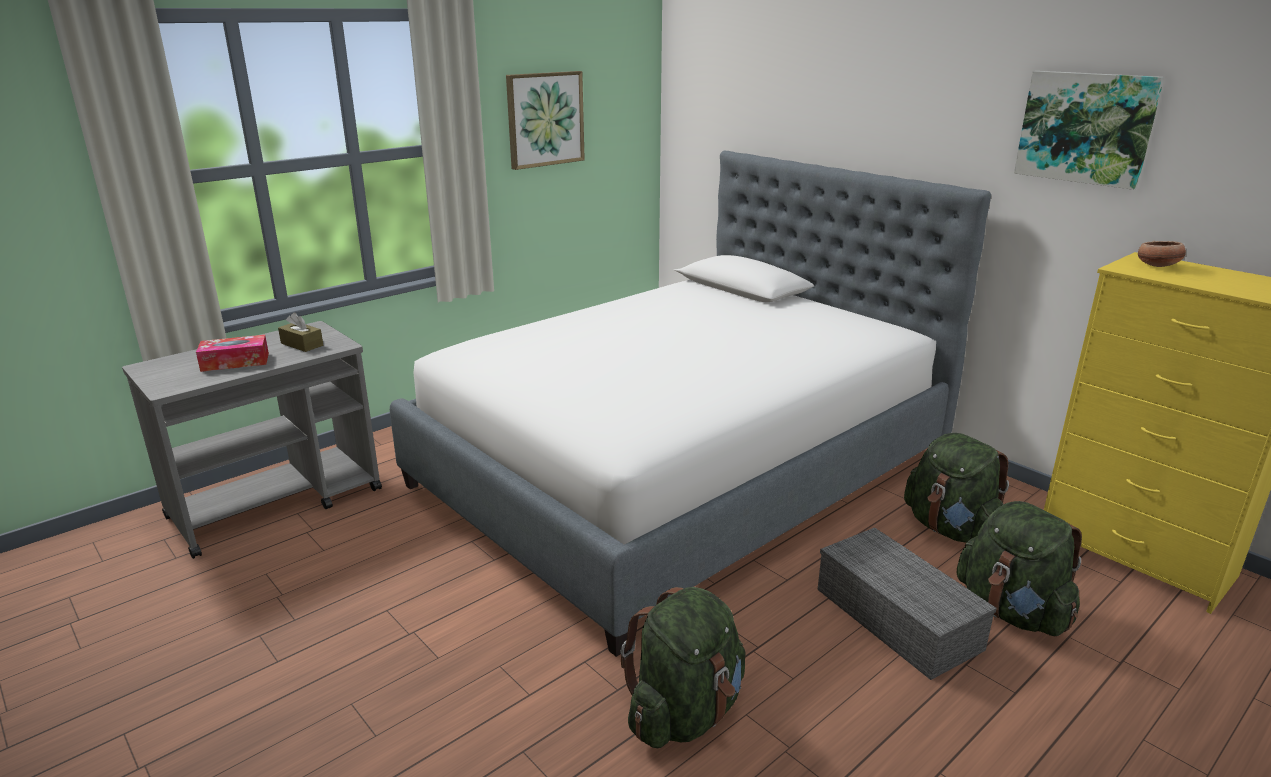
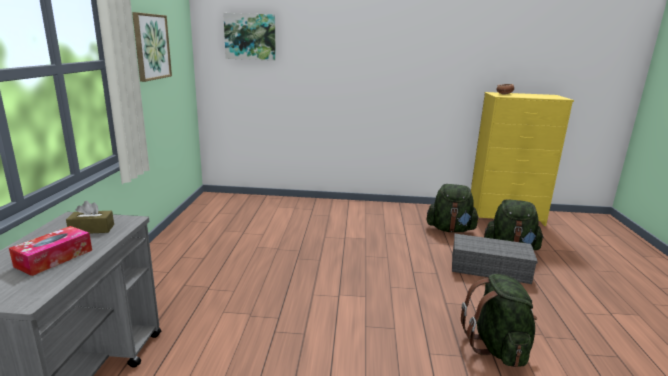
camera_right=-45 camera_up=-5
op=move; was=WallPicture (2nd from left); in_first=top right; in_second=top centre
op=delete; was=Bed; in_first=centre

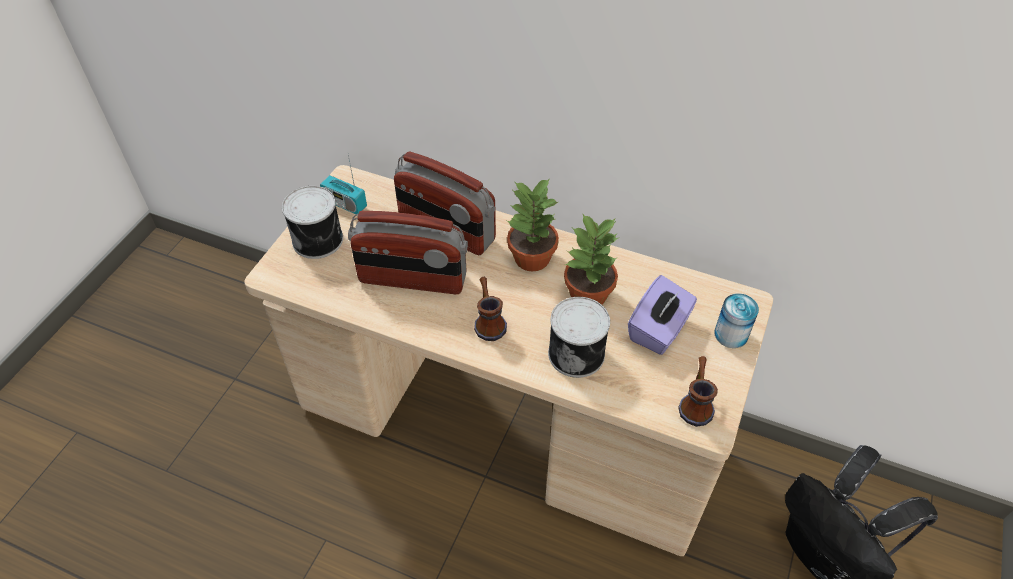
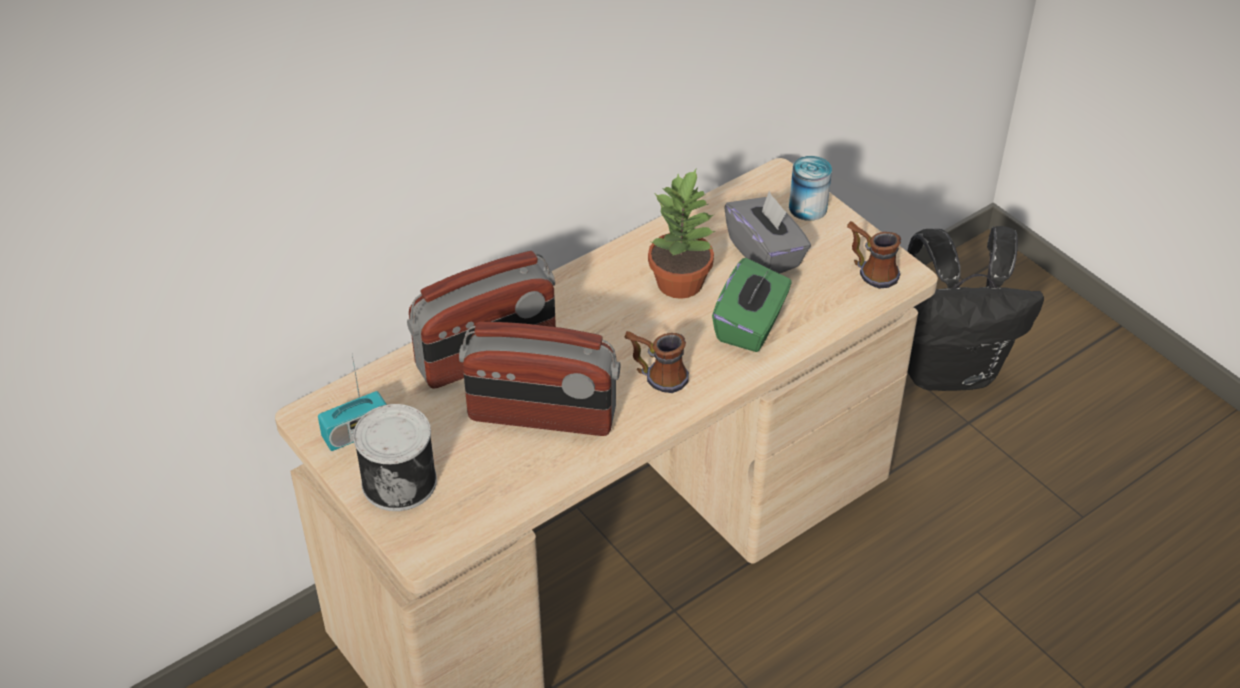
camera_right=-60 camera_up=-5
op=rotate; was=RadioSet (2nd from left in the first image); in_first=centre; in_second=centre; clockwise=60
op=replace; was=SealedCan (2nd from left); now=GreenishTissueHolder; in_first=centre; in_second=centre
op=recolor; was=PurpleColouredTissueHolder; now=GreyTissueHolder; in_first=centre; in_second=centre
op=delete; was=PlantInAPot (1st from left); in_first=centre

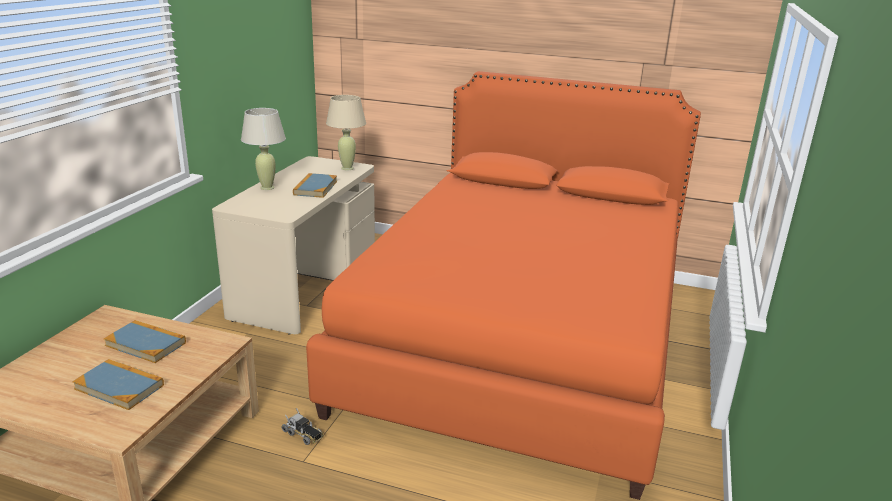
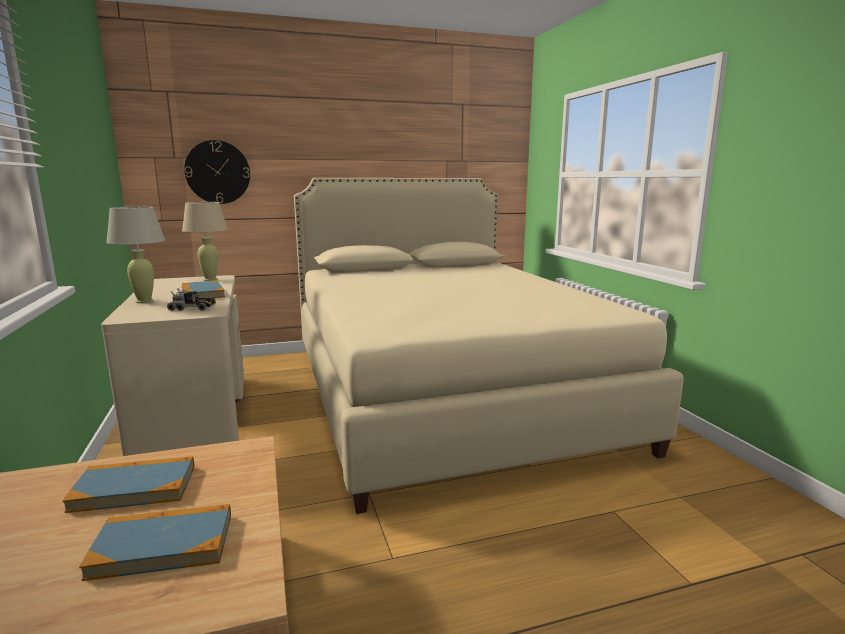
camera_right=-35 camera_up=-10
op=move; was=ToyTruck; in_first=bottom centre; in_second=middle left
op=insert; now=HangingClock; in_second=top left
op=recolor; was=OrangeColouredBed; now=SandColouredBed; in_first=centre; in_second=centre

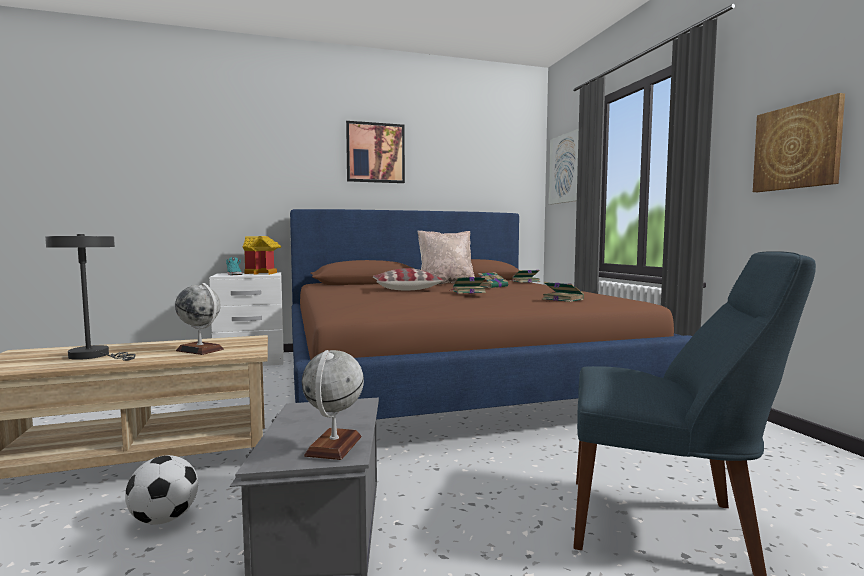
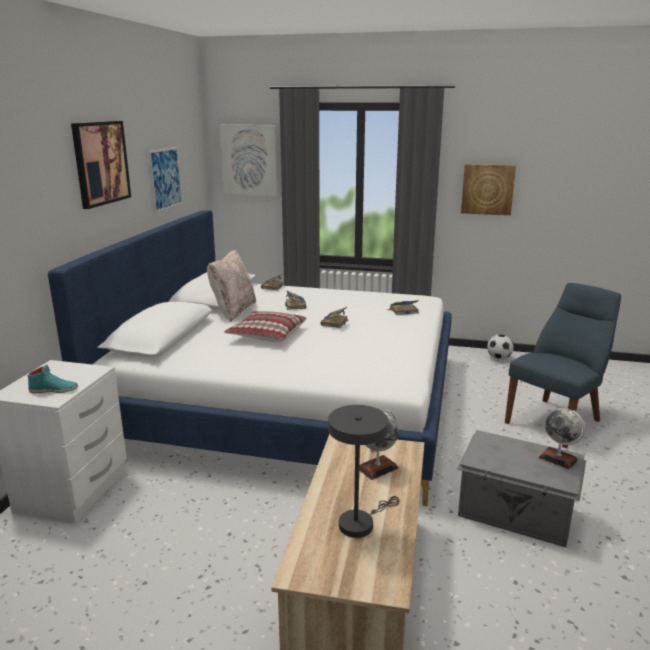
camera_right=-60 camera_up=15
op=recolor; was=BrownColouredBed; now=WhiteColouredBed; in_first=centre; in_second=centre
op=insert; now=WallPicture (2nd from left); in_second=top left
op=move; was=FootballBall; in_first=bottom left; in_second=middle right
op=delete; was=ToyHouse; in_first=middle left

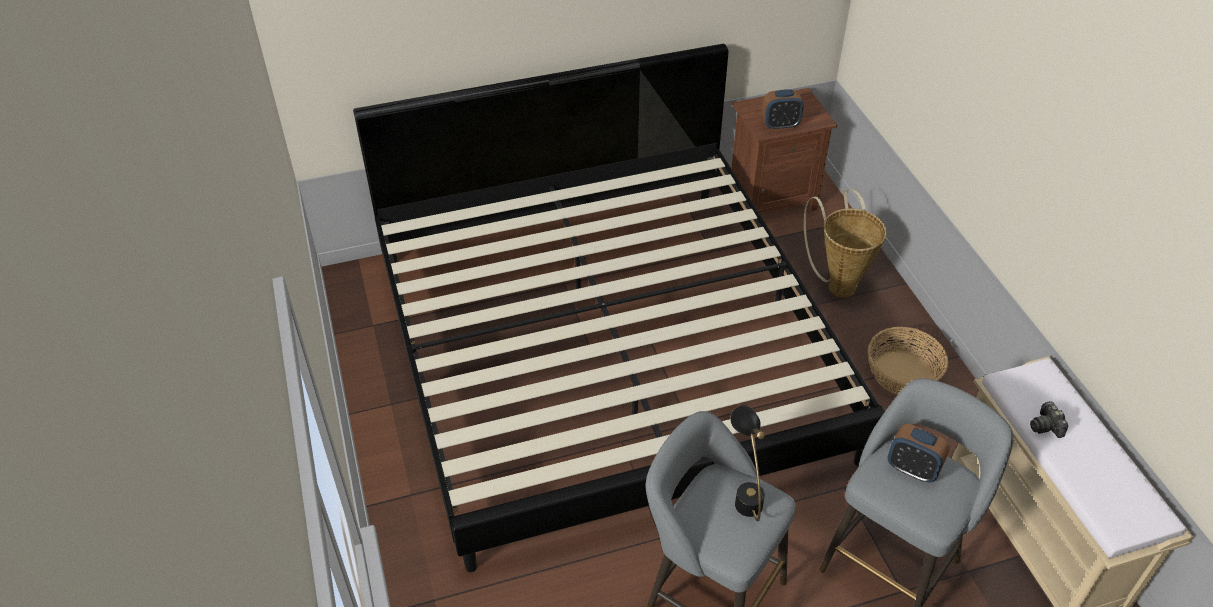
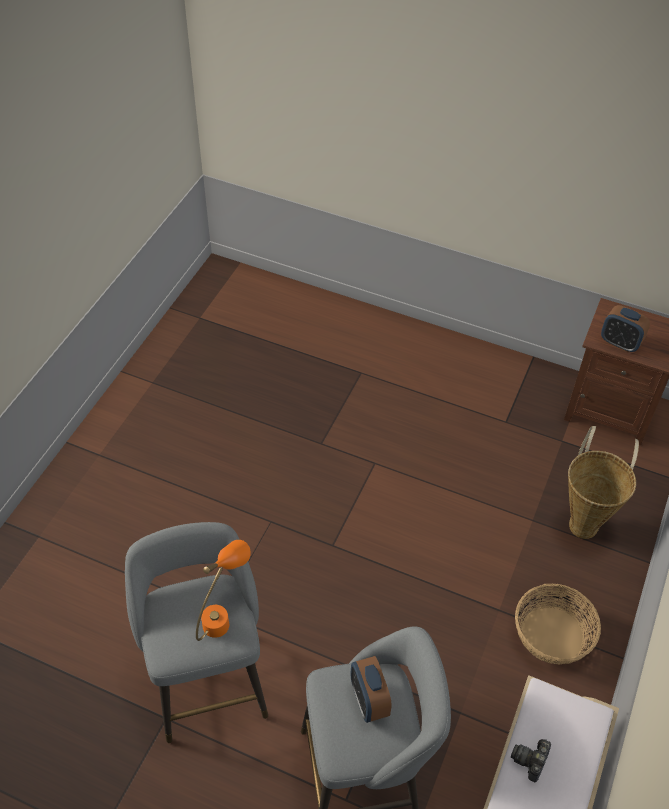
camera_right=40 camera_up=5
op=recolor; was=BlackTableLamp; now=OrangeColouredTableLamp; in_first=bottom centre; in_second=bottom centre
op=delete; was=Bed; in_first=centre

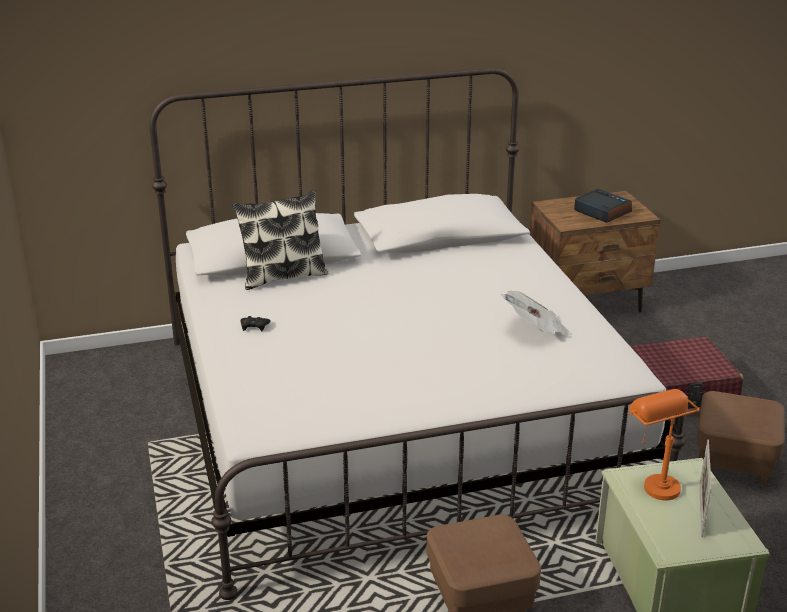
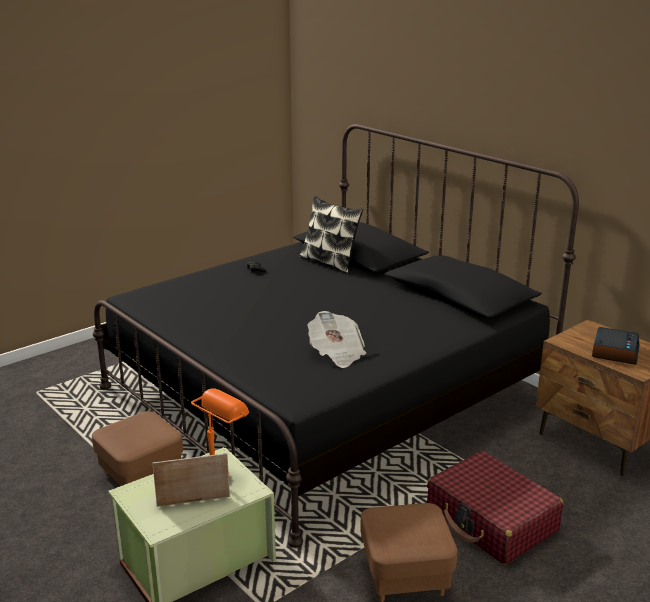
camera_right=65 camera_up=-5
op=recolor; was=WhiteColouredBed; now=BlackBed; in_first=centre; in_second=centre

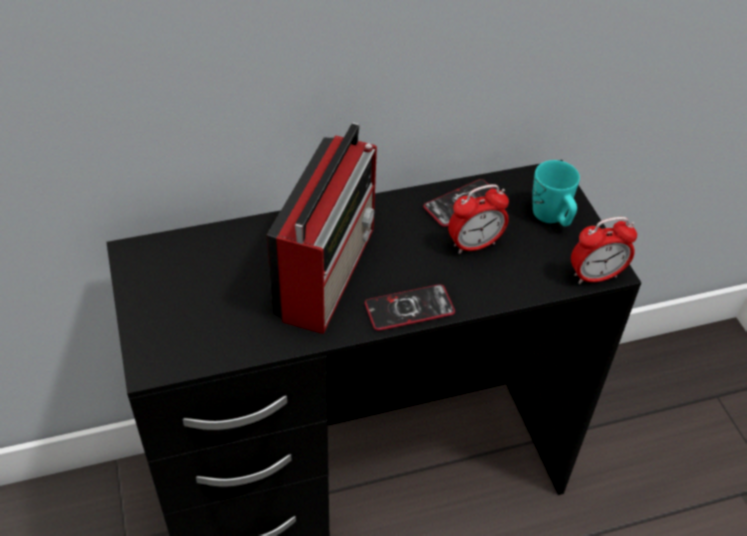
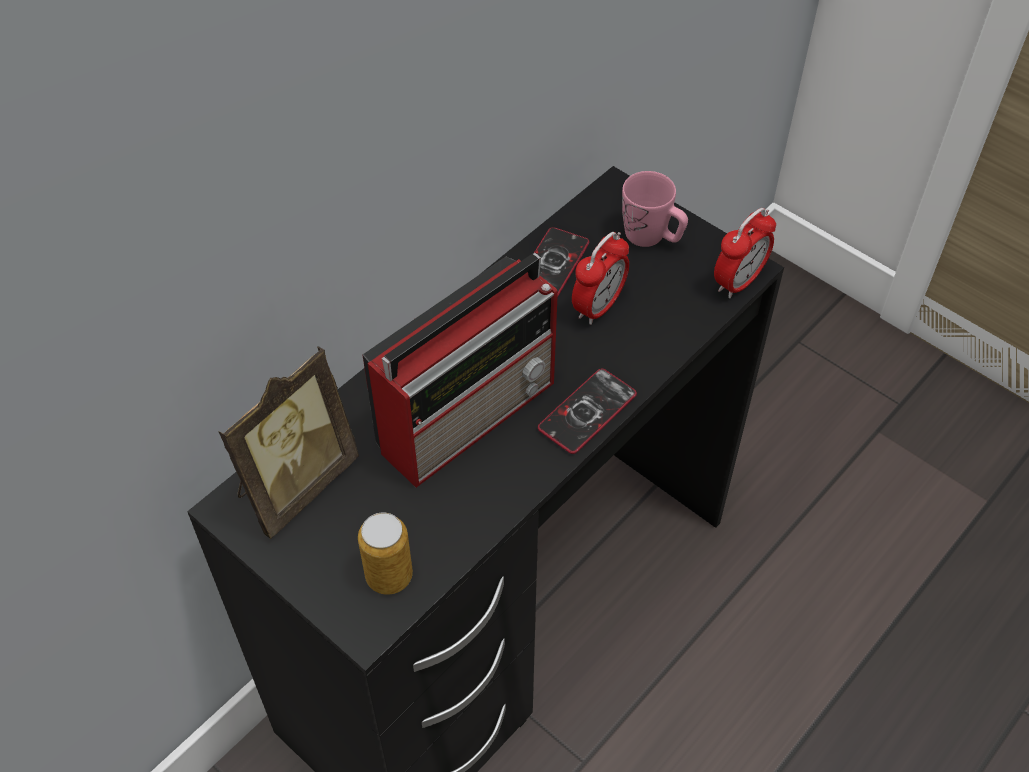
camera_right=-30 camera_up=5
op=insert; now=PictureFrame; in_second=middle left
op=insert; now=SealedCan; in_second=bottom centre
op=rotate; was=RadioSet; in_first=centre; in_second=centre; clockwise=60
op=recolor; was=BlueGreenTeaMug; now=PinkColouredTeaMug; in_first=middle right; in_second=top centre

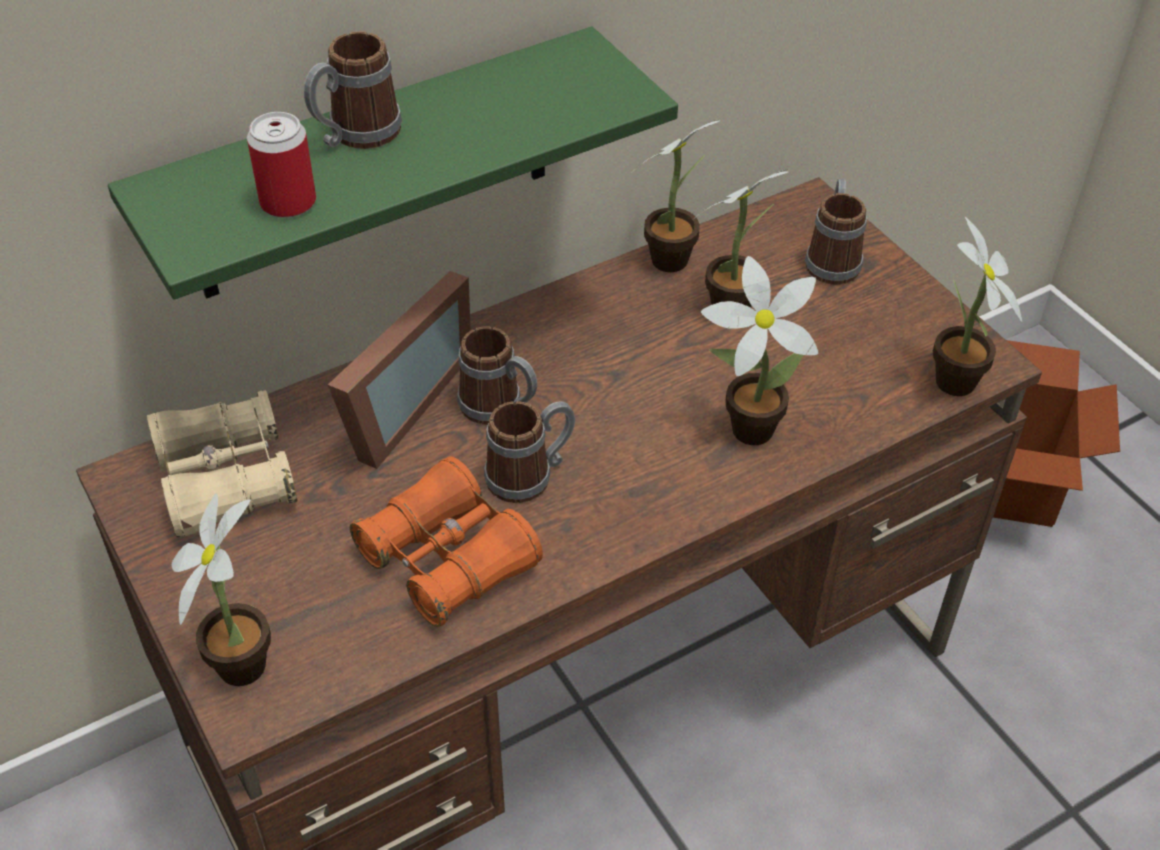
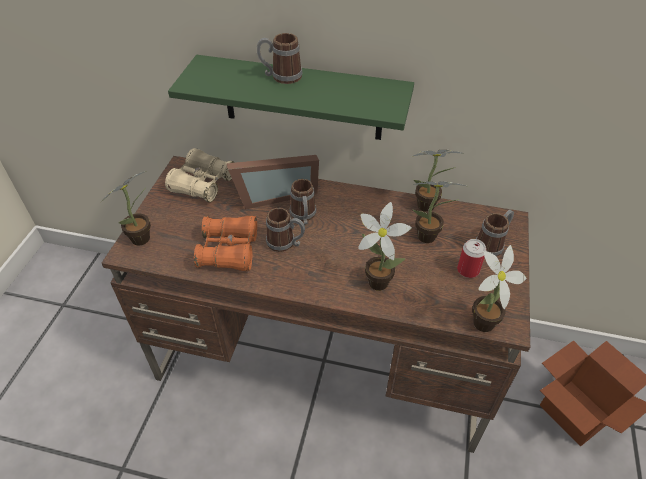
camera_right=45 camera_up=0
op=move; was=SealedCan; in_first=top left; in_second=middle right

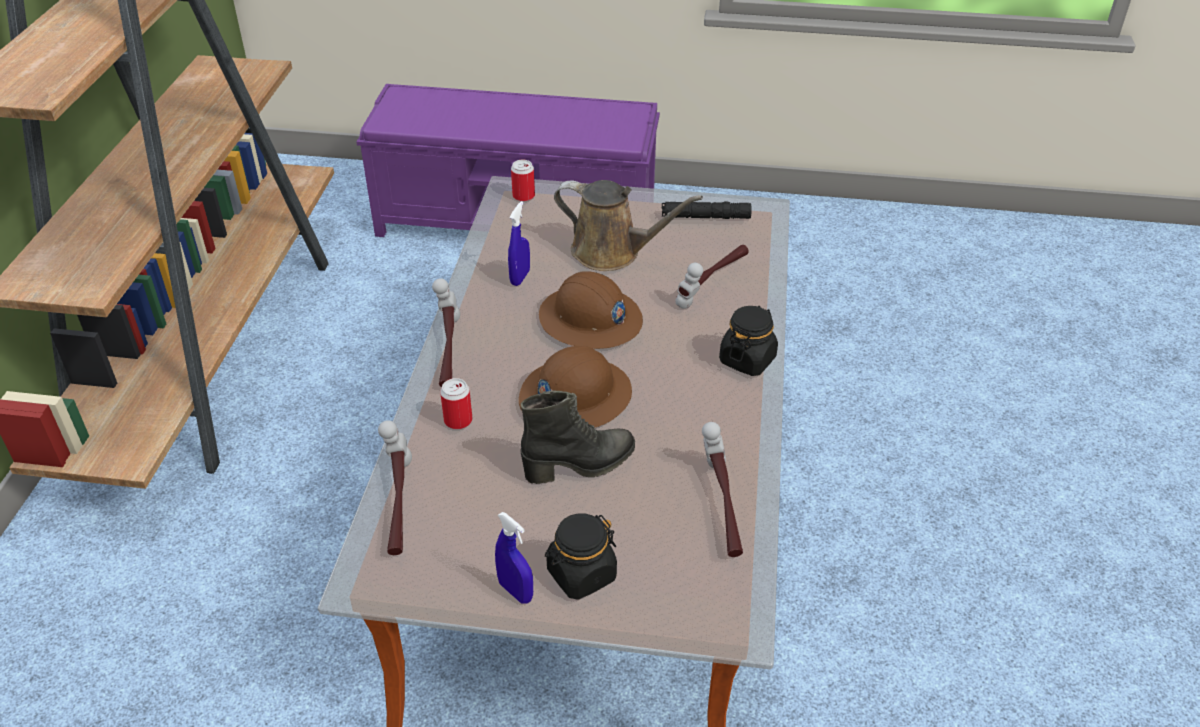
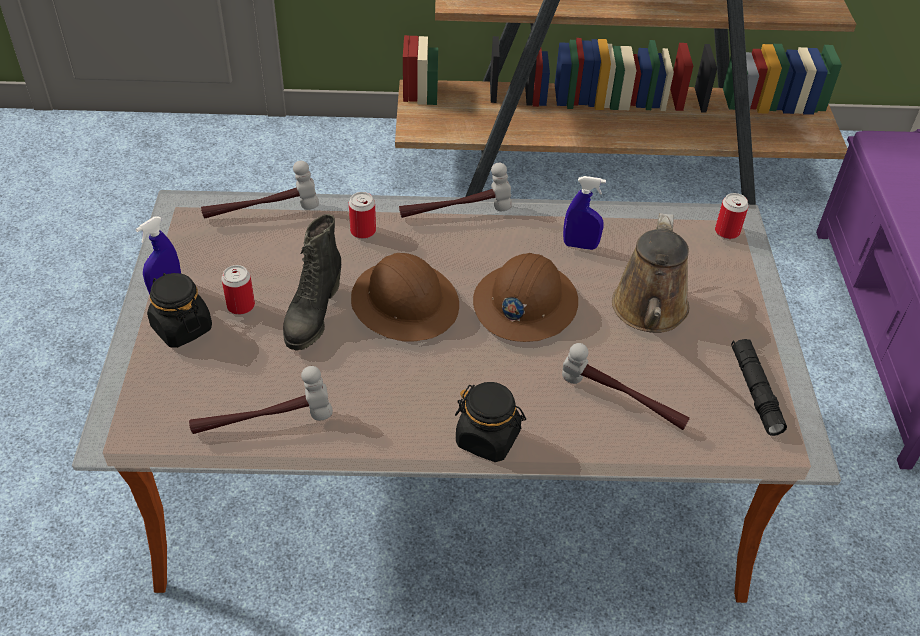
camera_right=80 camera_up=5
op=insert; now=SealedCan (1st from left); in_second=middle left
op=rotate; was=BlackHighTopBoot; in_first=centre; in_second=centre; clockwise=45

